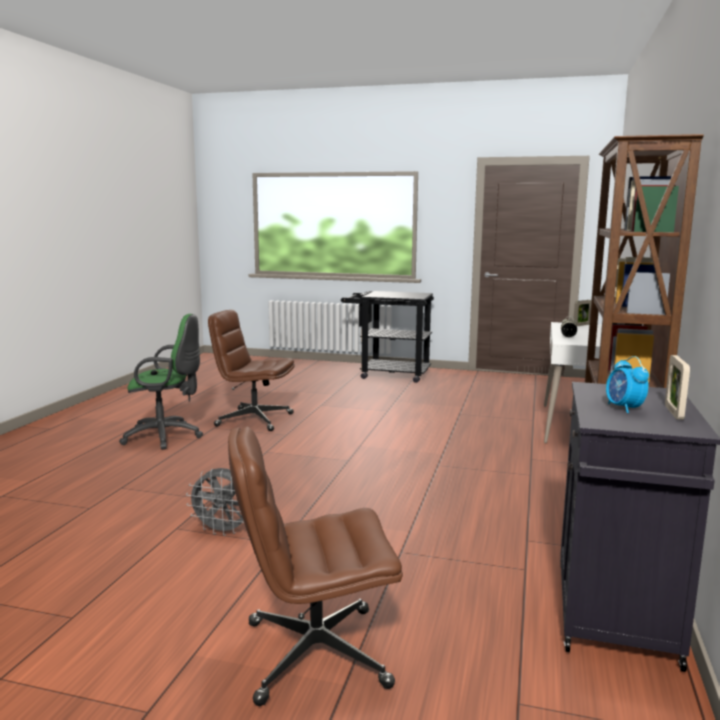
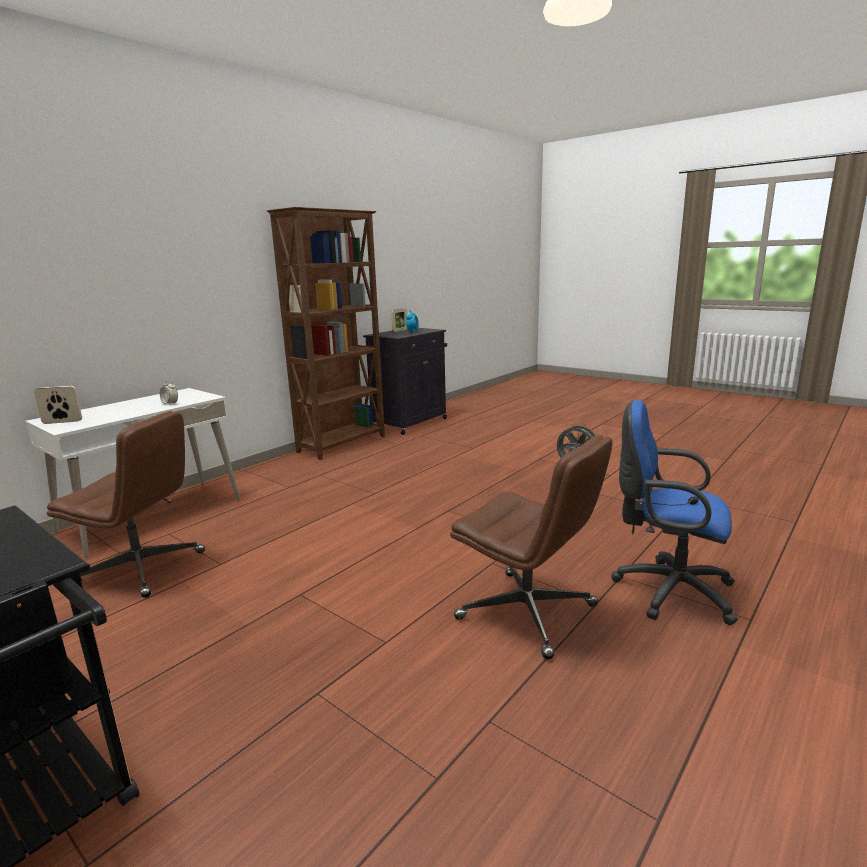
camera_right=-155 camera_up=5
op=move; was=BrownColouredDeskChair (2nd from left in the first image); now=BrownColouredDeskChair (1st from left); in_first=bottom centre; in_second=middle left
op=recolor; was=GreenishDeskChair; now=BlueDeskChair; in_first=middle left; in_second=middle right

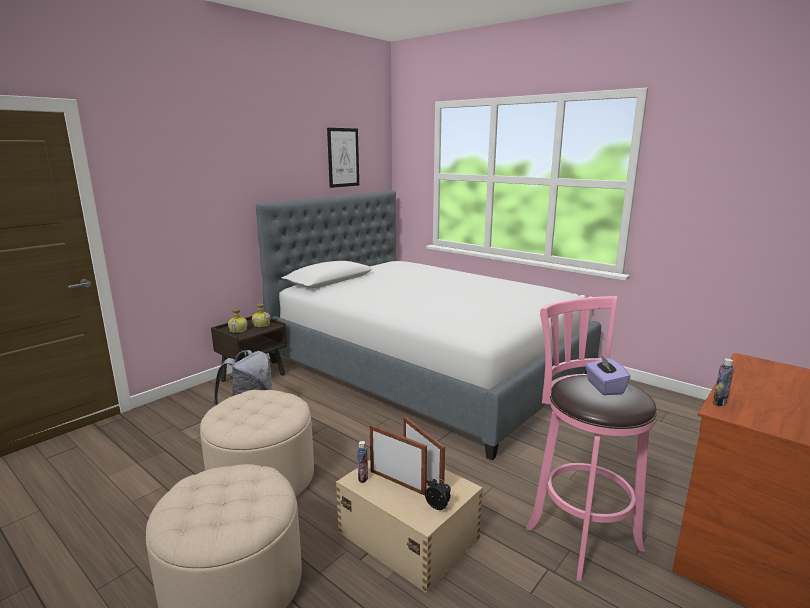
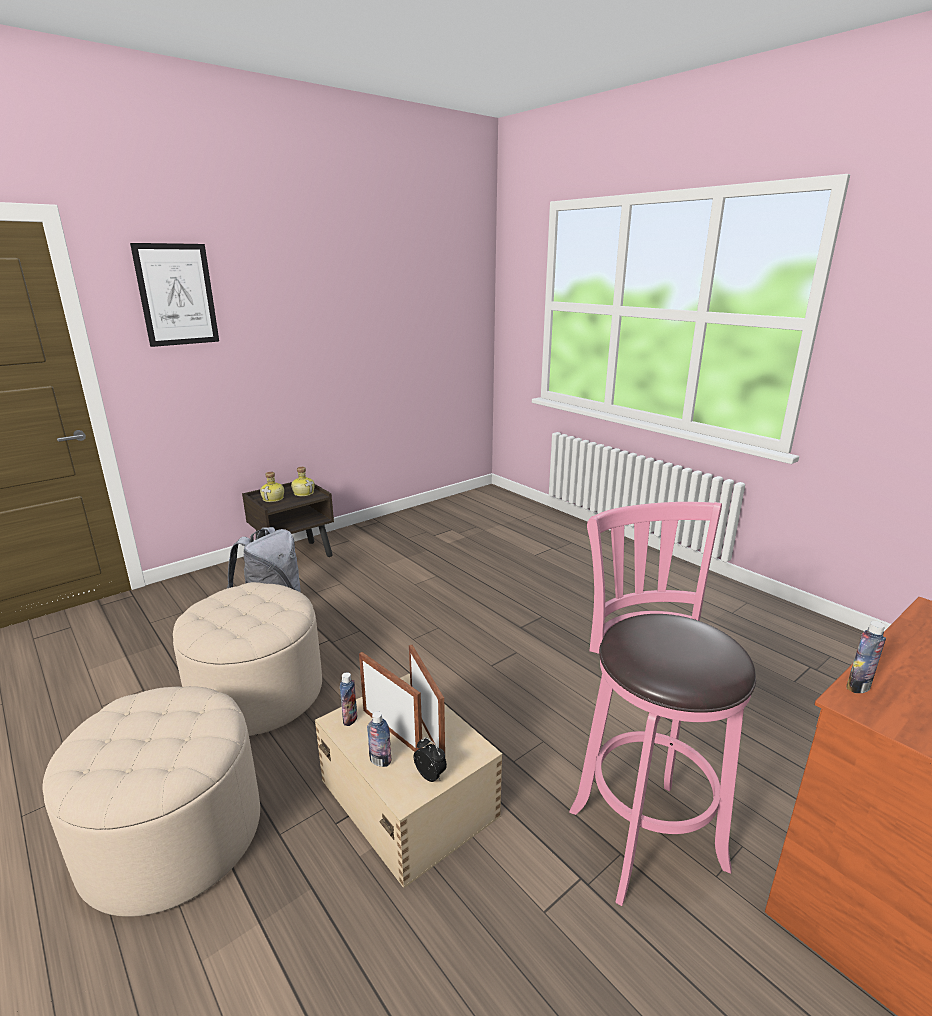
camera_right=10 camera_up=5
op=move; was=WallPicture; in_first=top centre; in_second=top left
op=insert; now=BeverageBottle (4th from left); in_second=bottom centre
op=delete; was=Bed; in_first=centre
op=delete; was=PurpleColouredTissueHolder; in_first=middle right

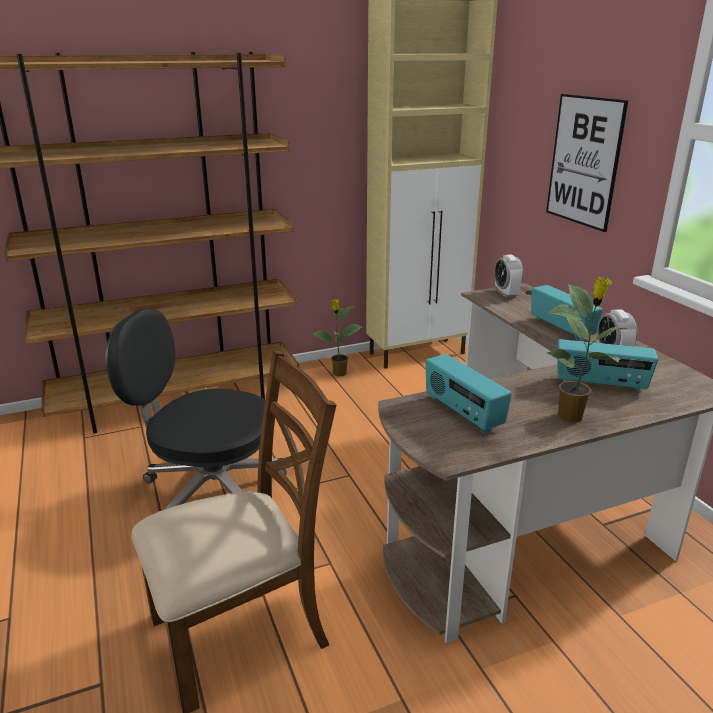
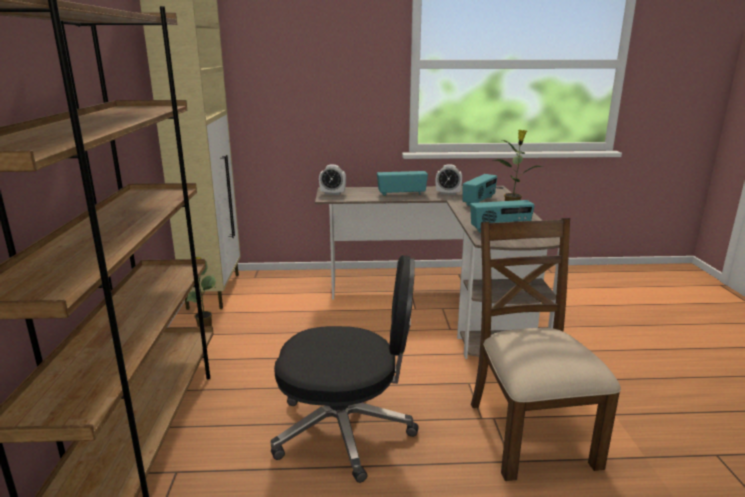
camera_right=-70 camera_up=-5
op=rotate; was=BlackDeskChair; in_first=middle left; in_second=bottom centre; clockwise=-120
op=delete; was=WallPicture; in_first=top right

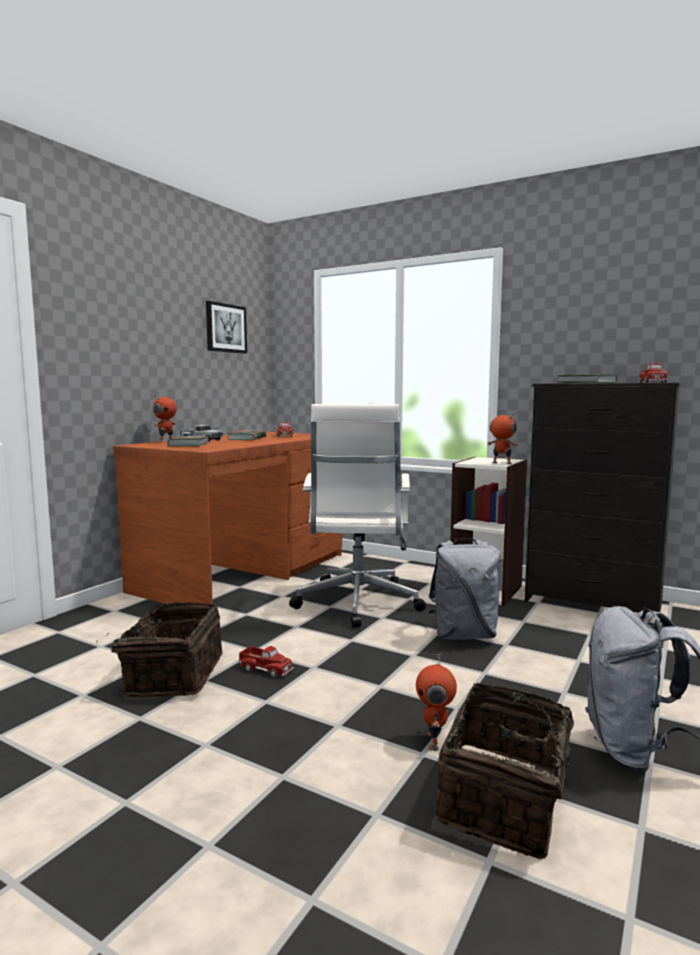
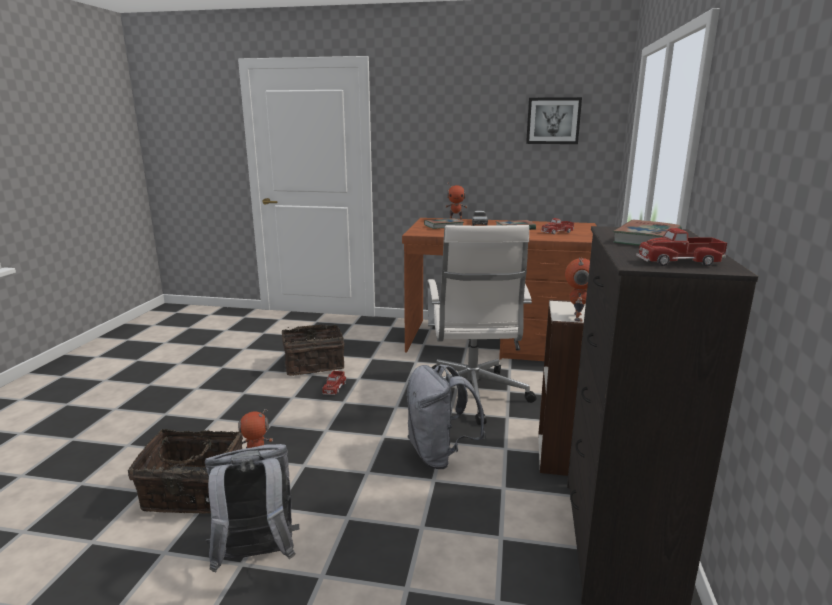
camera_right=70 camera_up=10
op=rotate; was=WhiteColouredDeskChair; in_first=centre; in_second=centre; clockwise=-75

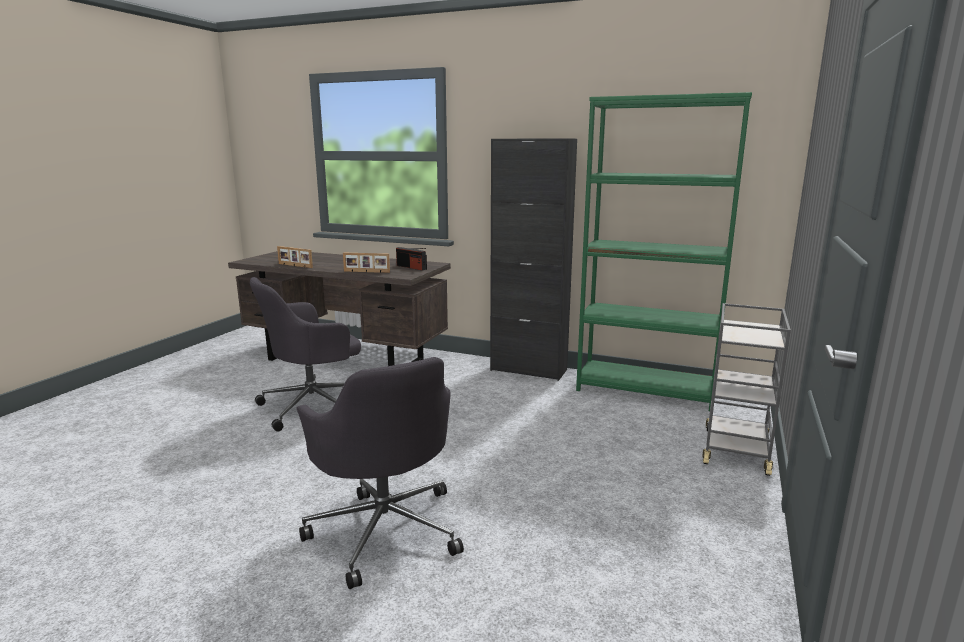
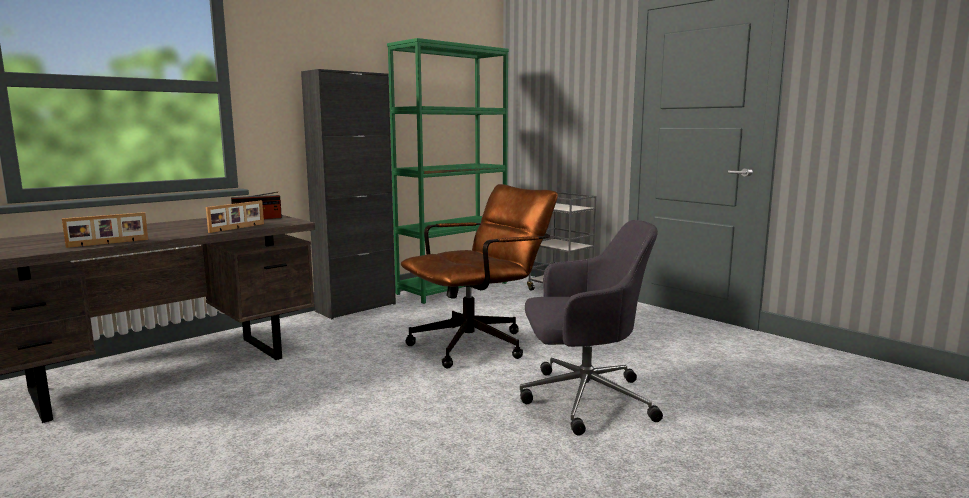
camera_right=-65 camera_up=-5
op=insert; now=BrownColouredDeskChair; in_second=centre
op=delete; was=GreyDeskChair (1st from left); in_first=middle left

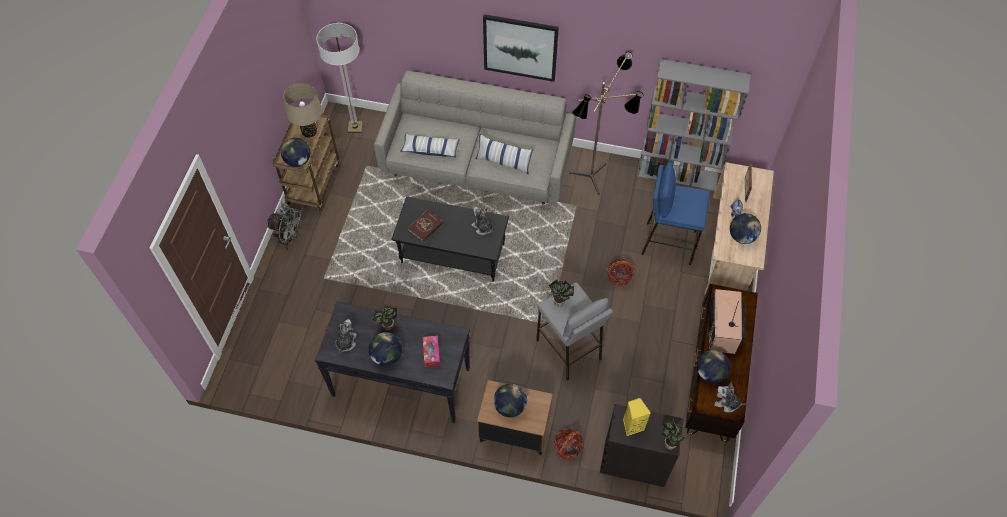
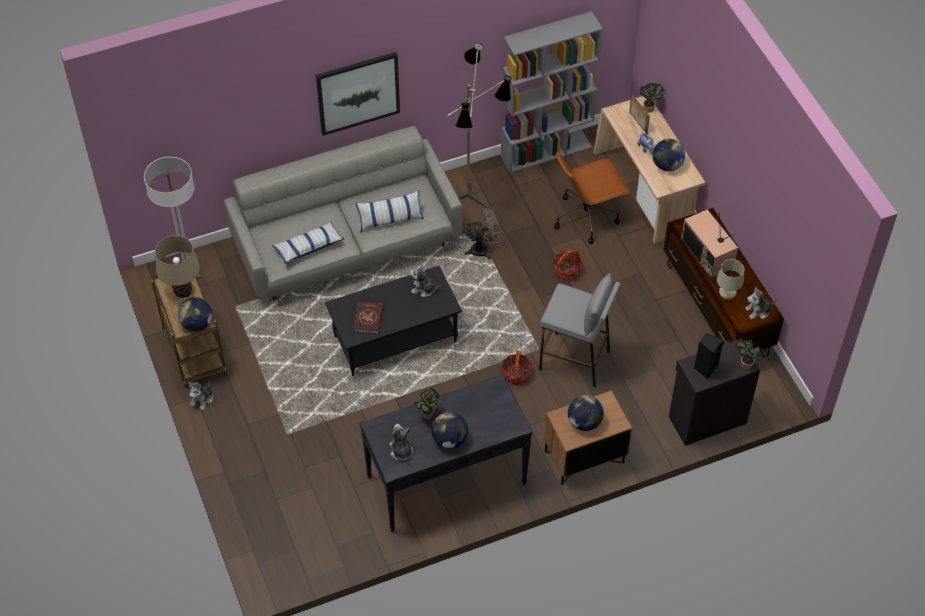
camera_right=-35 camera_up=-5
op=move; was=GreyElectricFan; in_first=middle left; in_second=centre
op=move; was=HouseholdBasket (1st from left); in_first=bottom centre; in_second=centre
op=replace; was=BlueSittingStool; now=BrownColouredDeskChair; in_first=middle right; in_second=top centre
op=move; was=PlantInAPot (2nd from left); in_first=centre; in_second=top right
op=recolor; was=YellowColouredSpeaker; now=BlackSpeaker; in_first=bottom centre; in_second=middle right
op=replace; was=WorldGlobe (4th from left); now=SandColouredTableLamp (2nd from left); in_first=bottom right; in_second=middle right
op=delete; was=TissueHolder; in_first=bottom centre

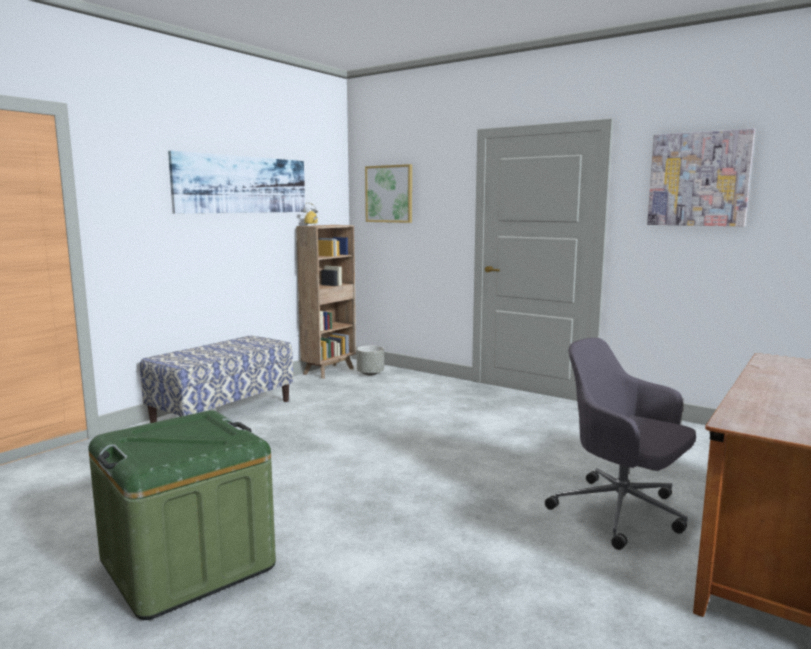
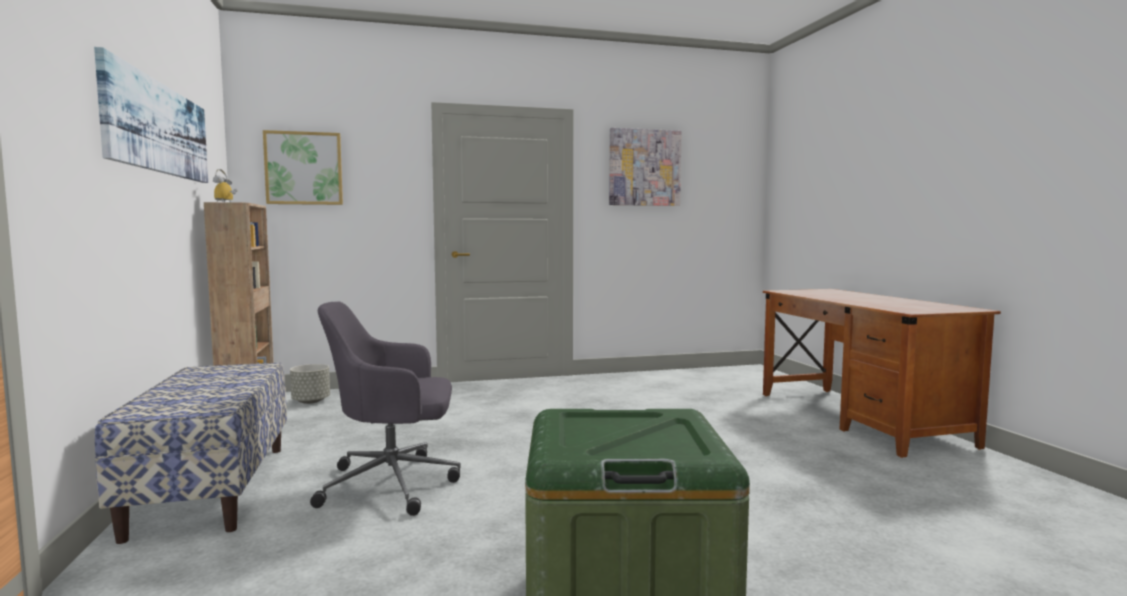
camera_right=-50 camera_up=-5
op=move; was=GreyDeskChair; in_first=bottom right; in_second=bottom centre

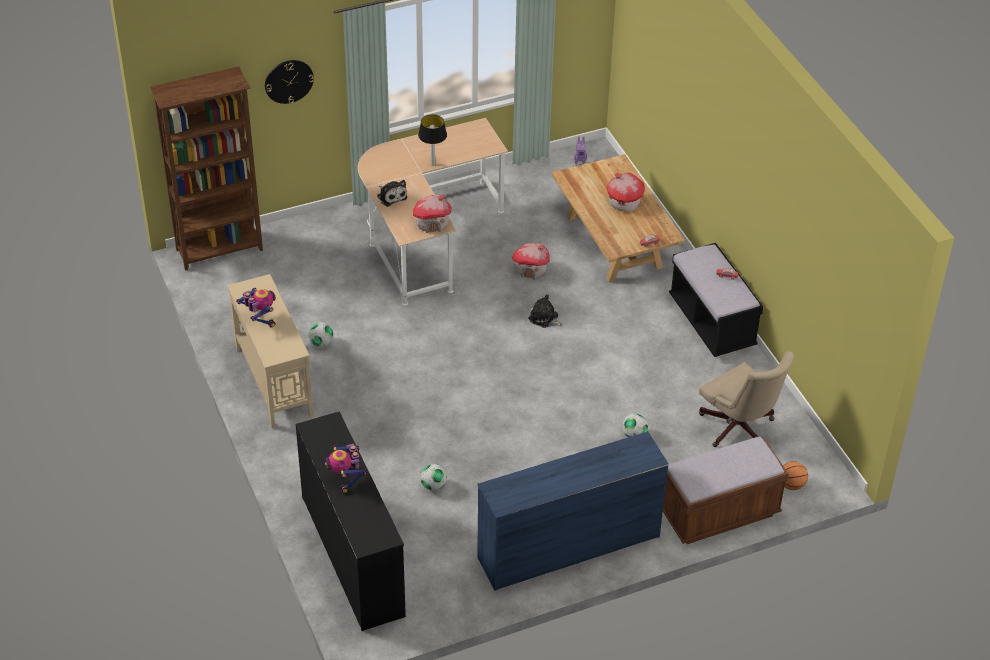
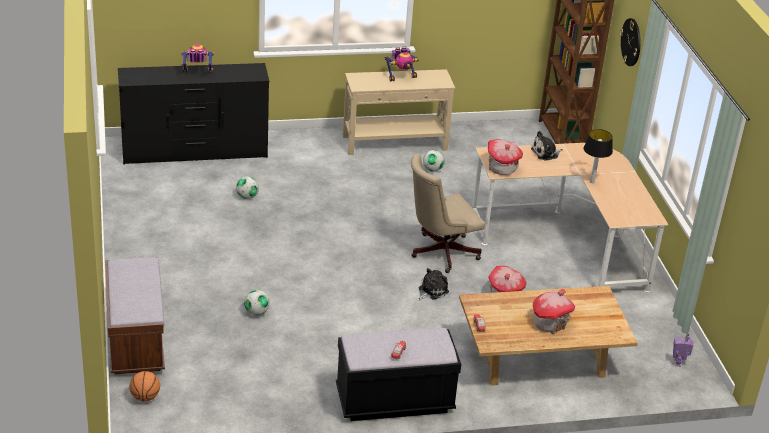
camera_right=100 camera_up=-10
op=move; was=SandColouredDeskChair; in_first=middle right; in_second=centre
op=delete; was=BlueDresser; in_first=bottom centre

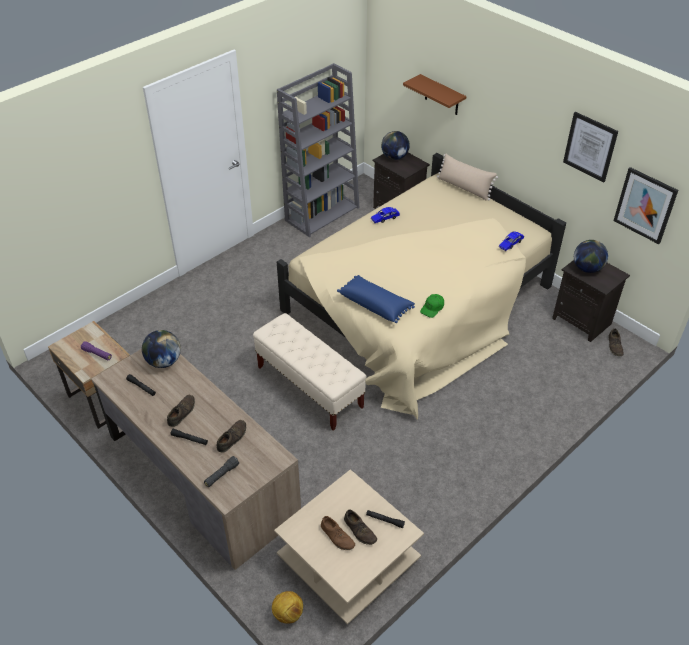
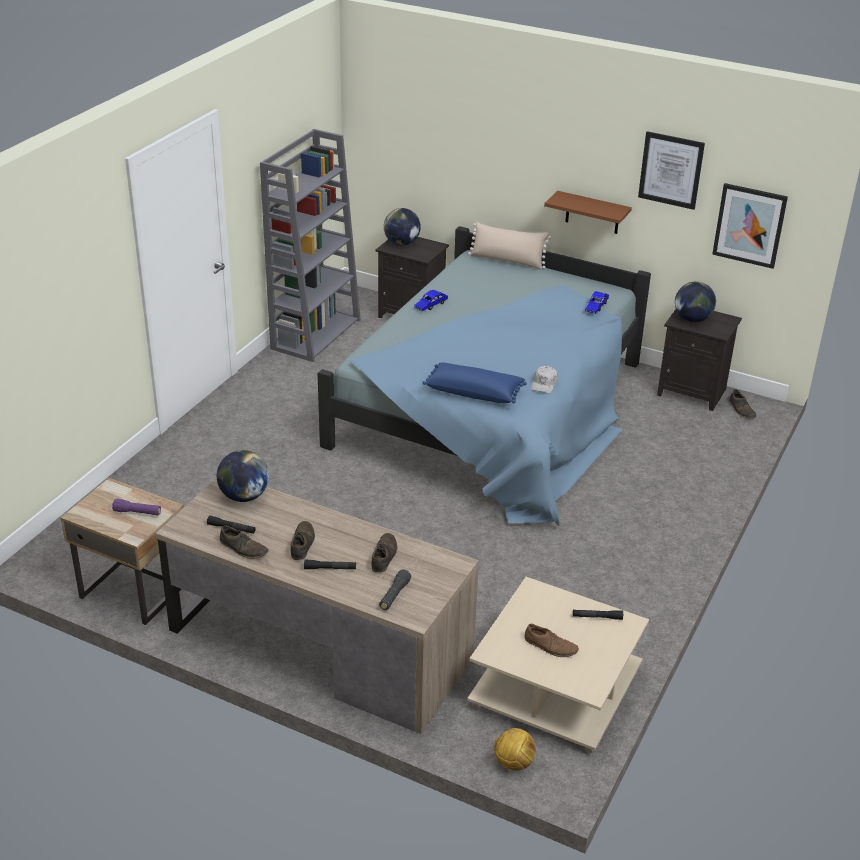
camera_right=-20 camera_up=-10
op=move; was=BrownColouredLowShoe (4th from left in the first image); now=BrownColouredLowShoe (1st from left); in_first=bottom centre; in_second=middle left
op=recolor; was=SandColouredBed; now=BlueBed; in_first=centre; in_second=centre
op=recolor; was=GreenishPeakedCap; now=WhiteColouredPeakedCap; in_first=centre; in_second=centre
op=move; was=BrownColouredShelf; in_first=top centre; in_second=top right
op=delete; was=SandColouredLongSeat; in_first=centre

